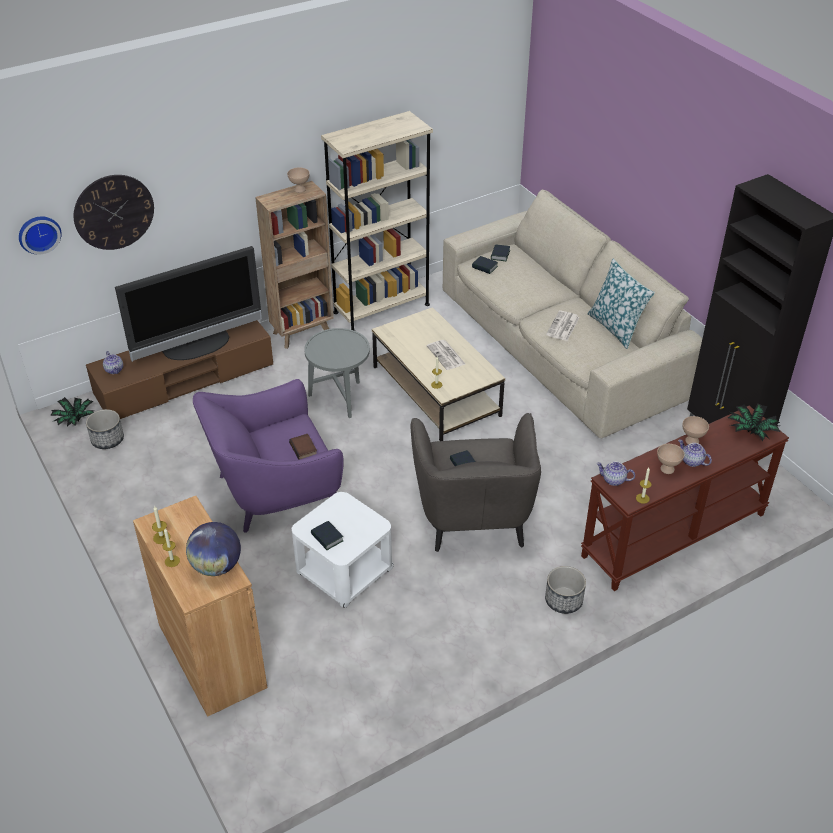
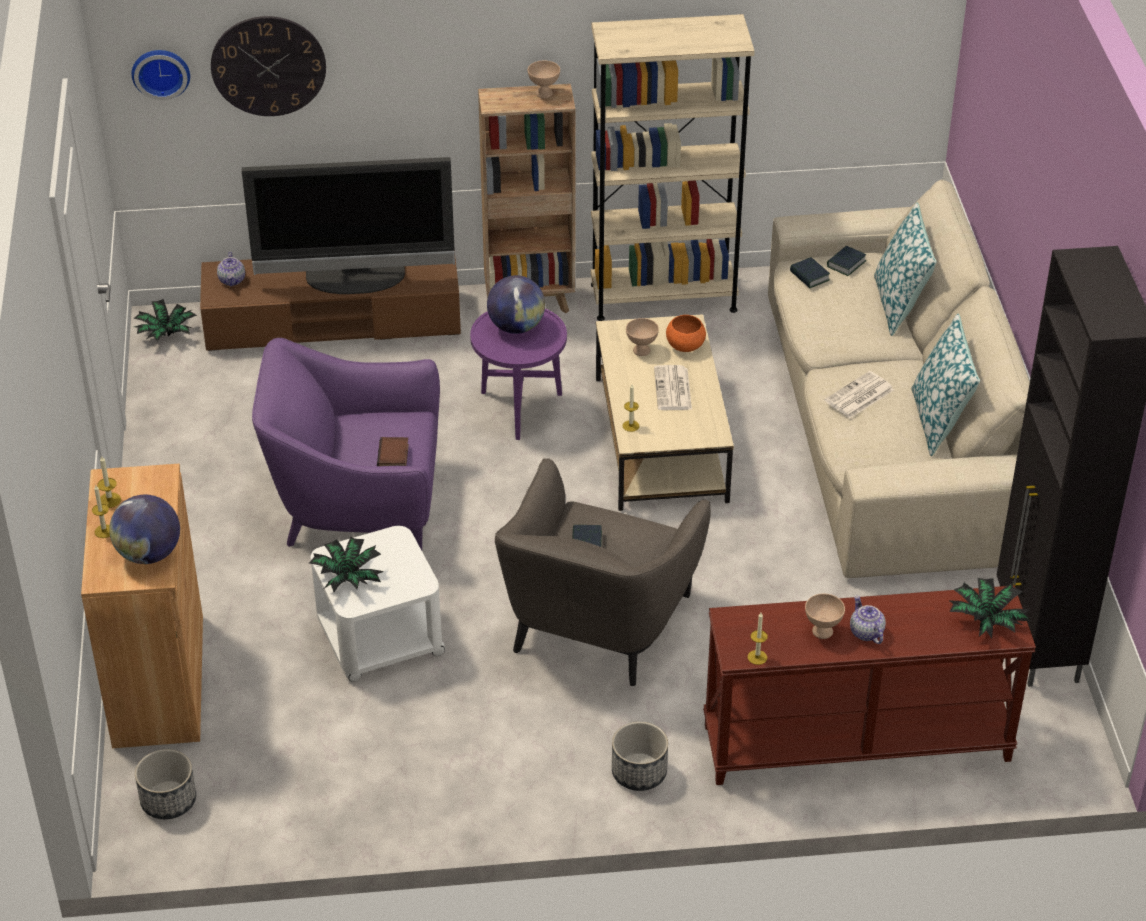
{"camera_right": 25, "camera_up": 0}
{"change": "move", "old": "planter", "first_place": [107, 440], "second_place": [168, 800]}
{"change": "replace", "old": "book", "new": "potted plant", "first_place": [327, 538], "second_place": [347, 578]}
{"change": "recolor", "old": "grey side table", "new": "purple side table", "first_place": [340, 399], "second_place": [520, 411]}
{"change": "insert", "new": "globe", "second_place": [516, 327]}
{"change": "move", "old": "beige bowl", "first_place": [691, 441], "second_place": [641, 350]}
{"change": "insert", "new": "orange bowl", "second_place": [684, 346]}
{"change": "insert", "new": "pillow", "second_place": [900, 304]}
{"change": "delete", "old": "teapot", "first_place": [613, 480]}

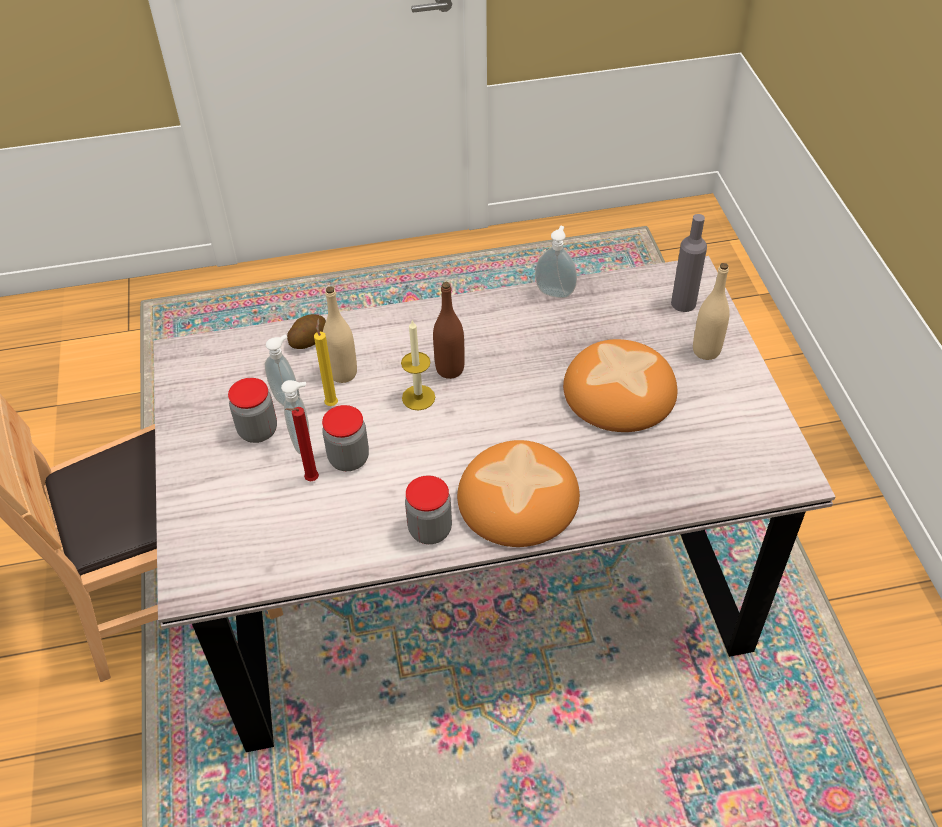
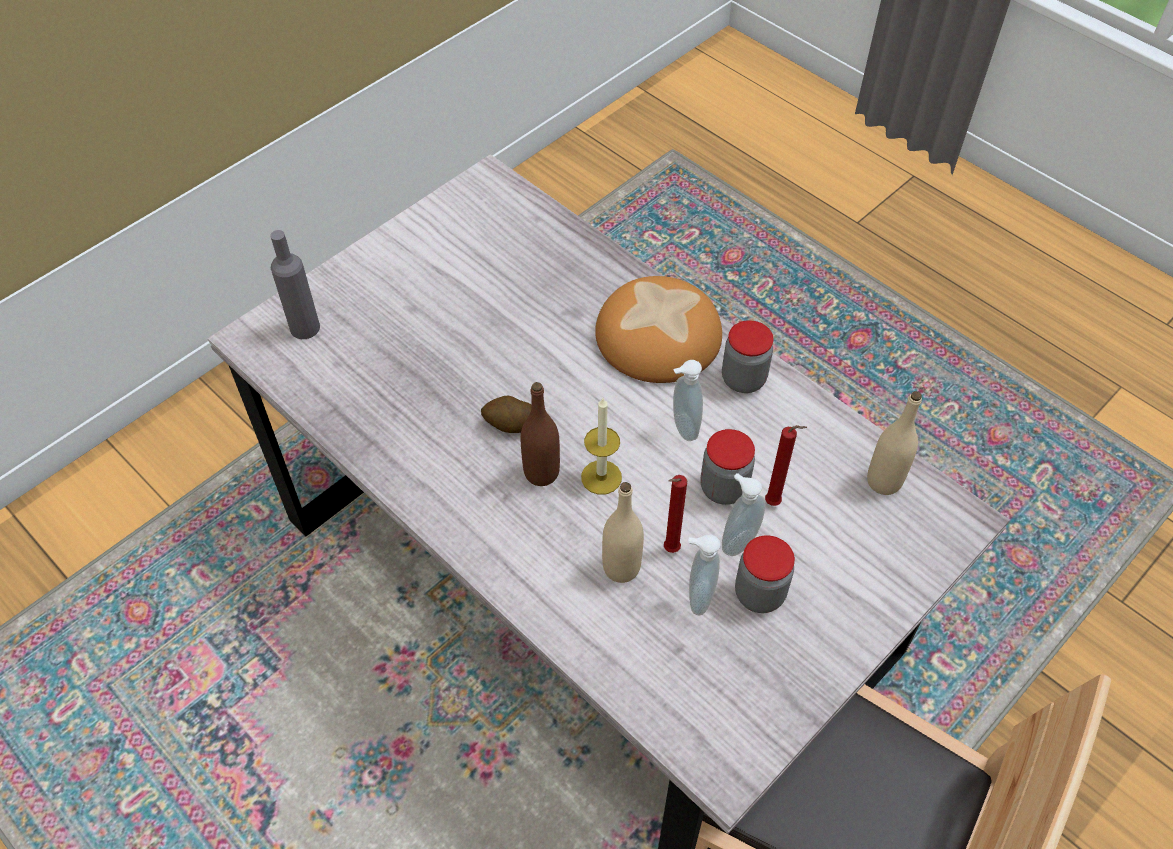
{"camera_right": -125, "camera_up": 5}
{"change": "move", "old": "potato", "first_place": [308, 340], "second_place": [510, 424]}
{"change": "recolor", "old": "yellow candle", "new": "red candle", "first_place": [332, 403], "second_place": [669, 550]}
{"change": "move", "old": "soap dispenser", "first_place": [555, 292], "second_place": [682, 427]}
{"change": "move", "old": "beige bottle", "first_place": [706, 351], "second_place": [884, 481]}
{"change": "delete", "old": "bread", "first_place": [620, 392]}

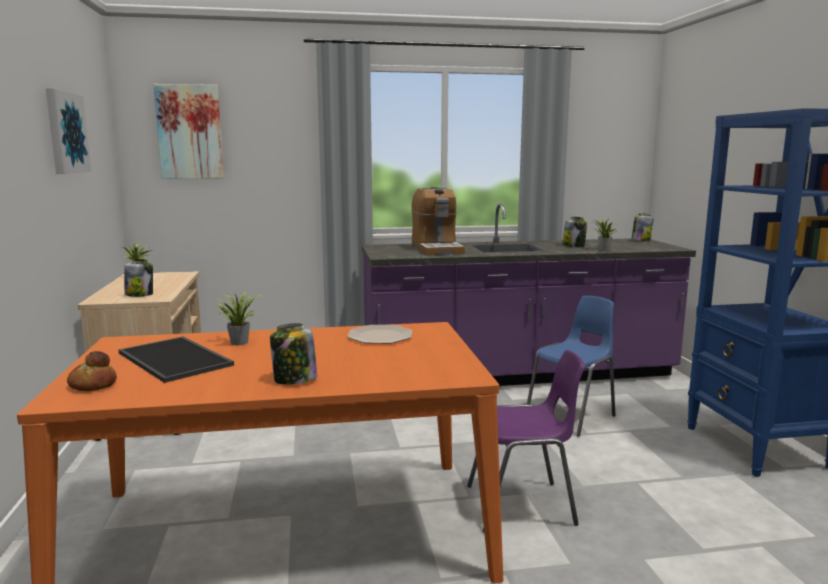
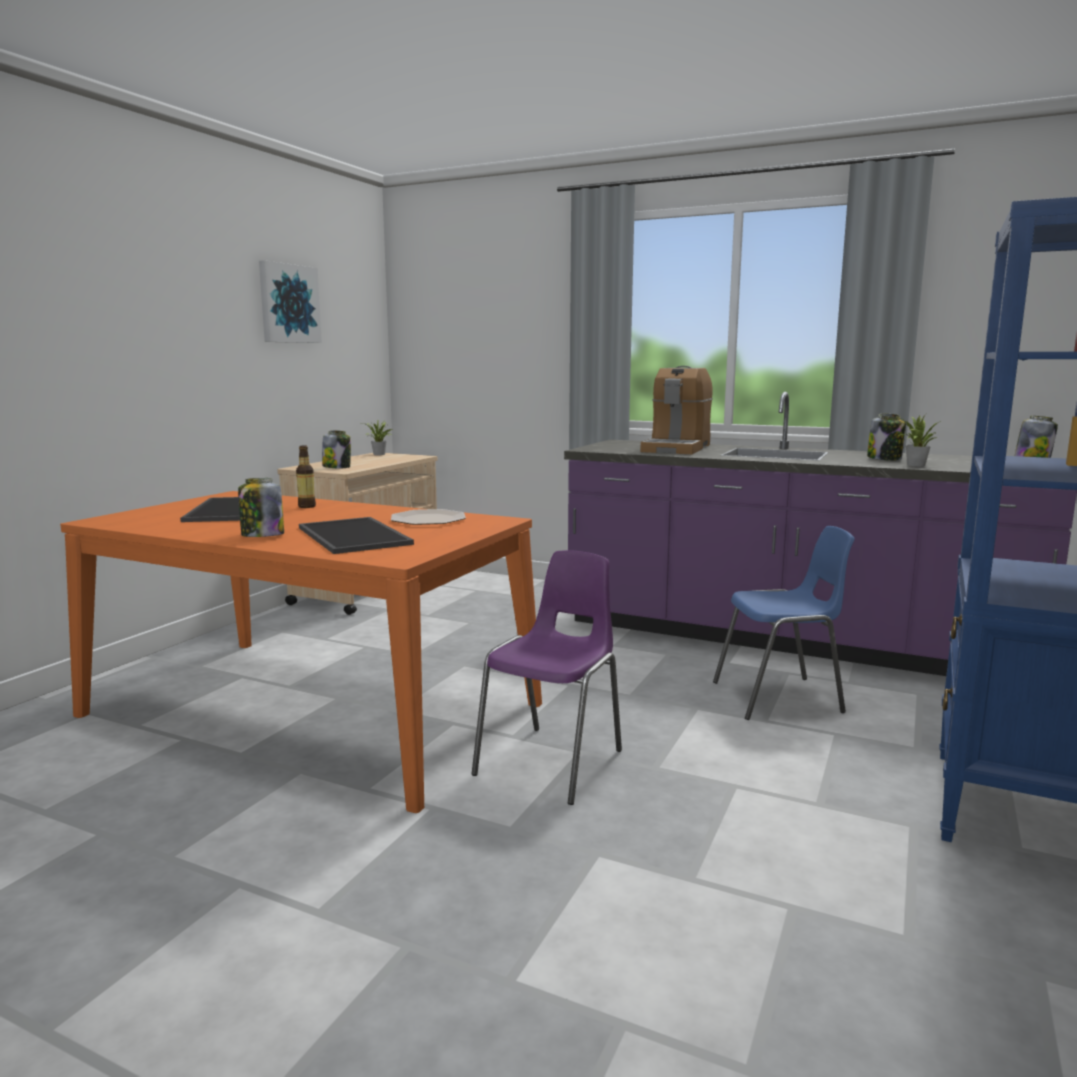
{"camera_right": 35, "camera_up": 0}
{"change": "replace", "old": "potted plant", "new": "bottle", "first_place": [238, 342], "second_place": [307, 506]}
{"change": "insert", "new": "tray", "second_place": [356, 536]}
{"change": "rotate", "old": "purple chair", "first_place": [523, 506], "second_place": [553, 762], "degrees": -90}
{"change": "delete", "old": "bread", "first_place": [92, 385]}
{"change": "delete", "old": "picture", "first_place": [190, 132]}

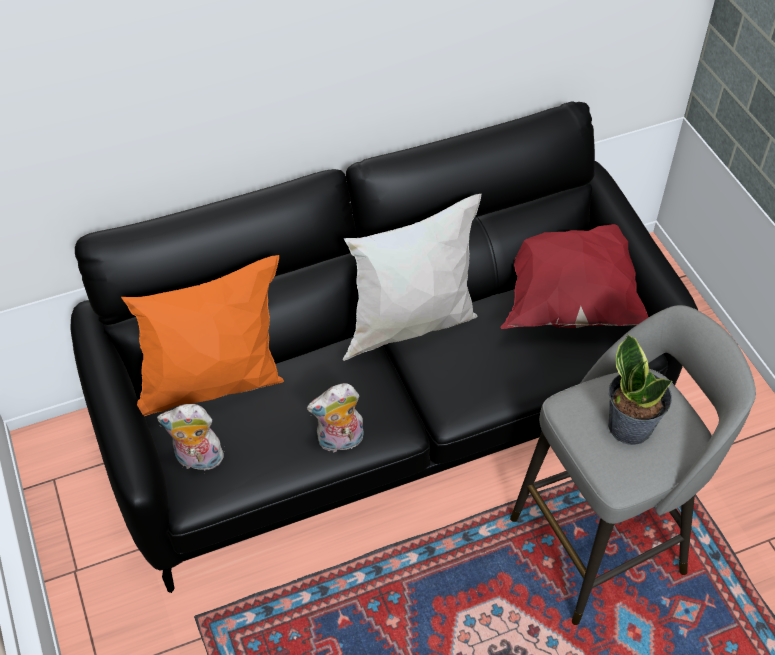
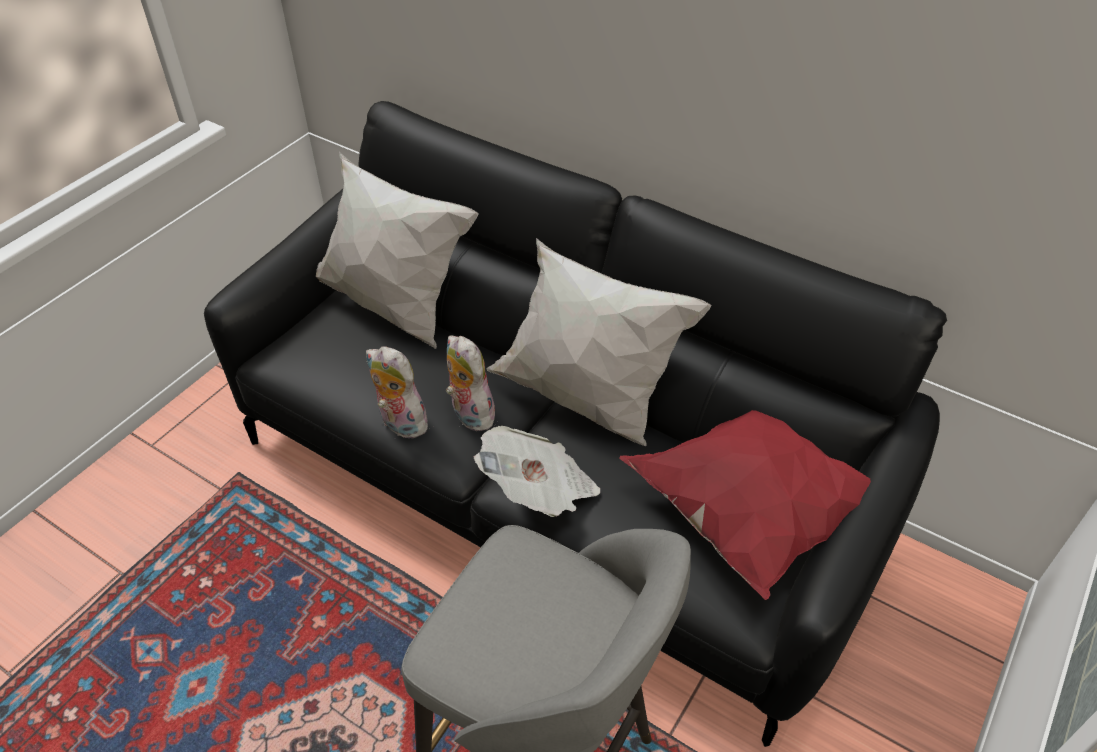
{"camera_right": 55, "camera_up": -5}
{"change": "recolor", "old": "orange pillow", "new": "white pillow", "first_place": [213, 386], "second_place": [394, 309]}
{"change": "move", "old": "plush toy", "first_place": [197, 460], "second_place": [469, 413]}
{"change": "insert", "new": "newspaper", "second_place": [539, 490]}
{"change": "delete", "old": "potted plant", "first_place": [630, 426]}

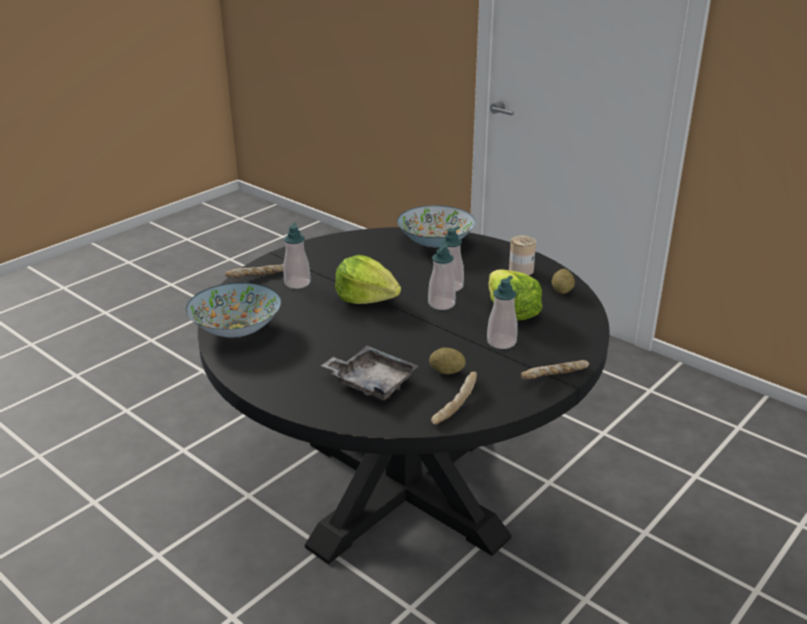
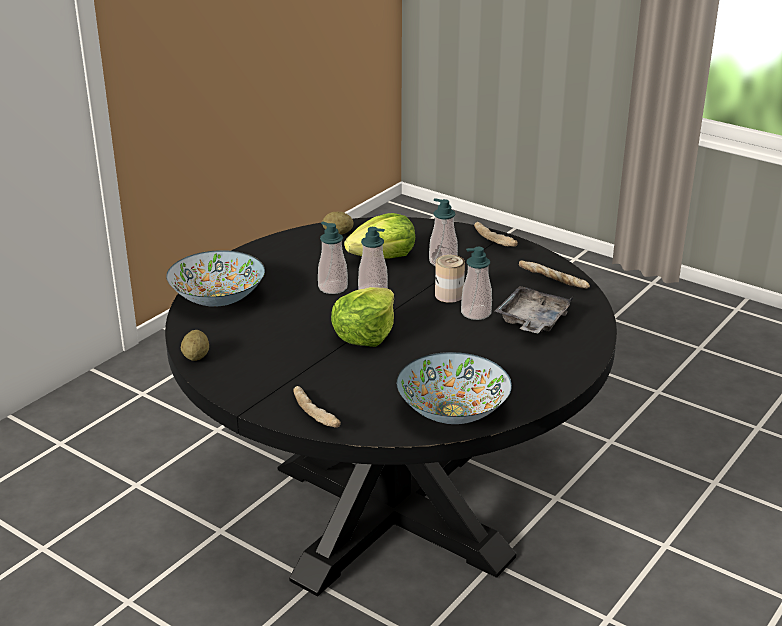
{"camera_right": -95, "camera_up": 0}
{"change": "move", "old": "potato", "first_place": [447, 371], "second_place": [196, 357]}
{"change": "move", "old": "can", "first_place": [521, 270], "second_place": [449, 295]}
{"change": "move", "old": "soap dispenser", "first_place": [297, 283], "second_place": [476, 313]}

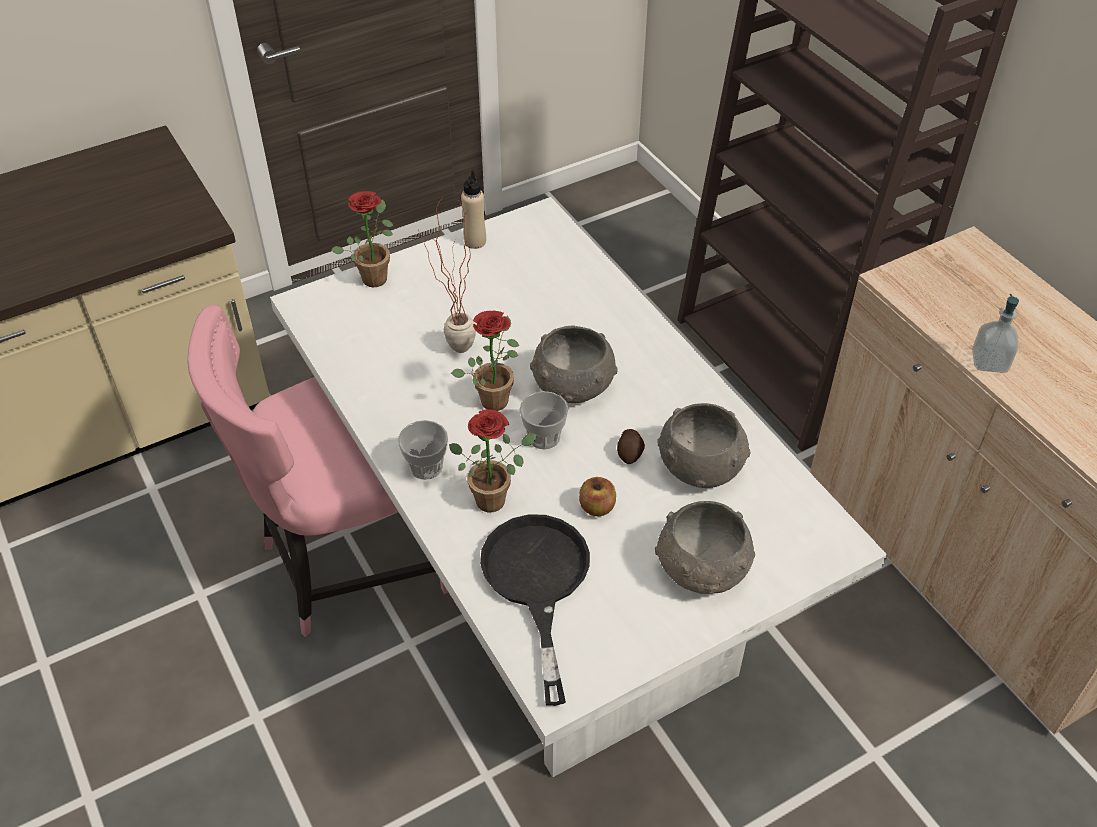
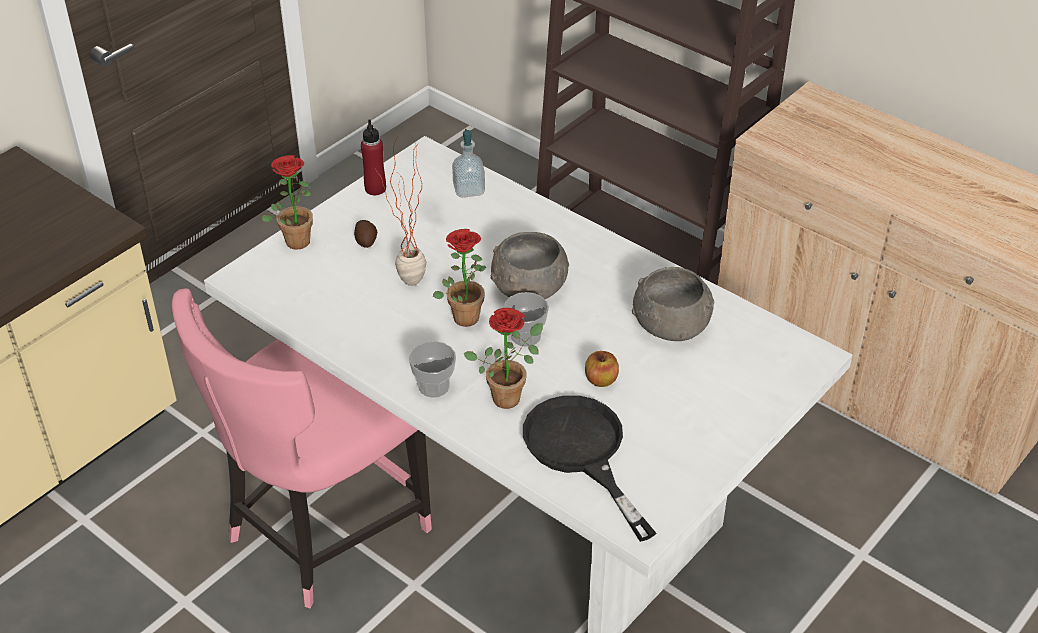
{"camera_right": -20, "camera_up": -5}
{"change": "move", "old": "potato", "first_place": [630, 453], "second_place": [366, 240]}
{"change": "recolor", "old": "beige bottle", "new": "red bottle", "first_place": [475, 241], "second_place": [375, 189]}
{"change": "move", "old": "soap dispenser", "first_place": [989, 362], "second_place": [469, 189]}
{"change": "delete", "old": "grey bowl", "first_place": [702, 569]}

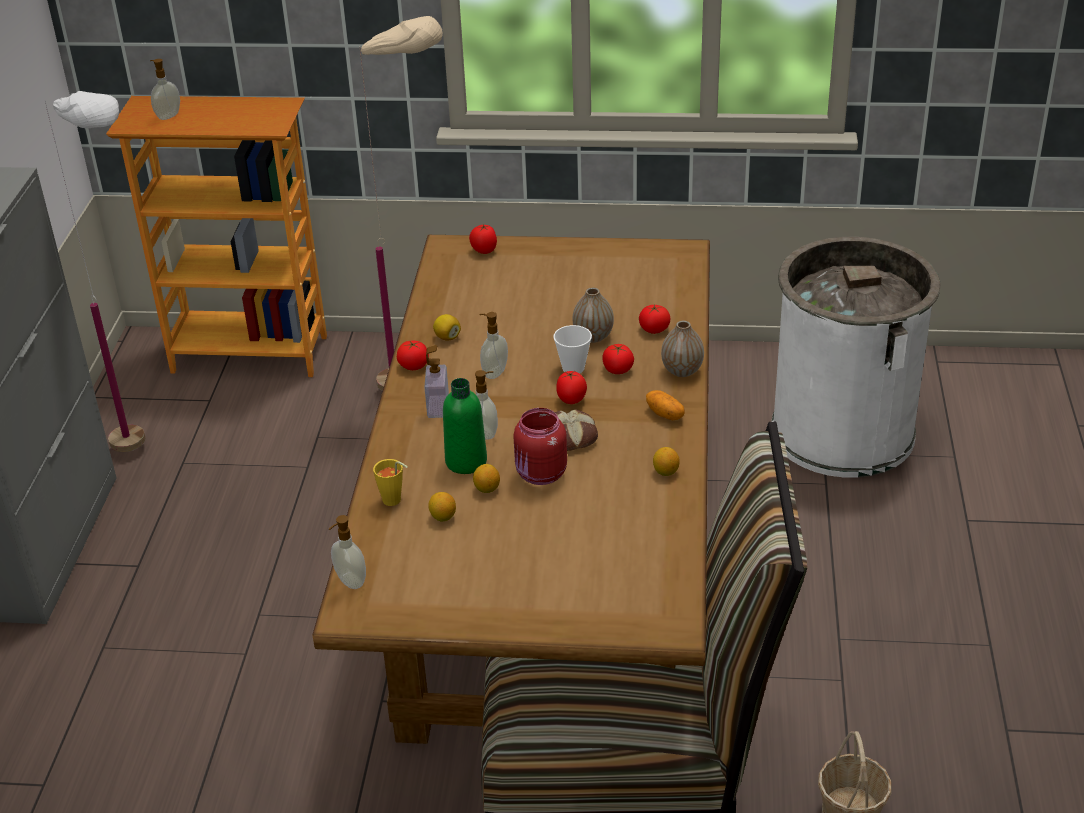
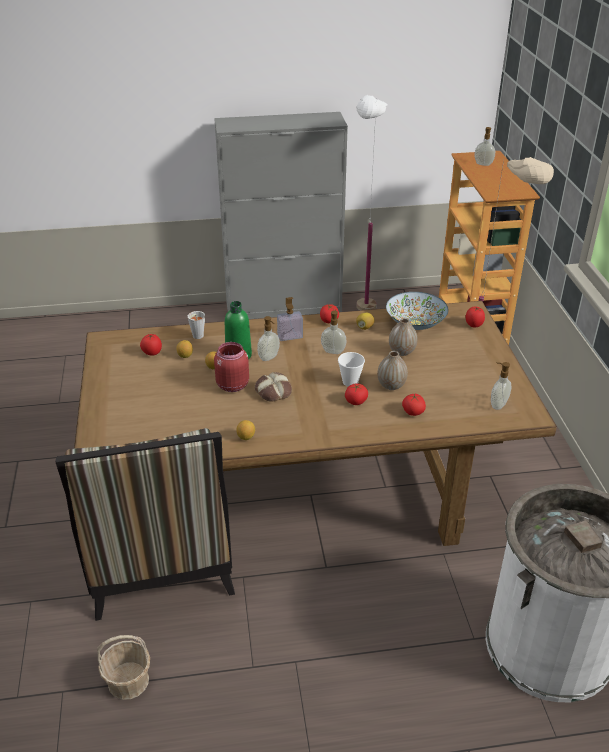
{"camera_right": 75, "camera_up": 0}
{"change": "move", "old": "tomato", "first_place": [571, 400], "second_place": [152, 353]}
{"change": "recolor", "old": "yellow cup", "new": "grey cup", "first_place": [394, 502], "second_place": [196, 337]}
{"change": "insert", "new": "bowl", "second_place": [415, 323]}
{"change": "move", "old": "vase", "first_place": [682, 371], "second_place": [402, 351]}
{"change": "move", "old": "soap dispenser", "first_place": [350, 581], "second_place": [497, 404]}
{"change": "delete", "old": "potato", "first_place": [665, 414]}

